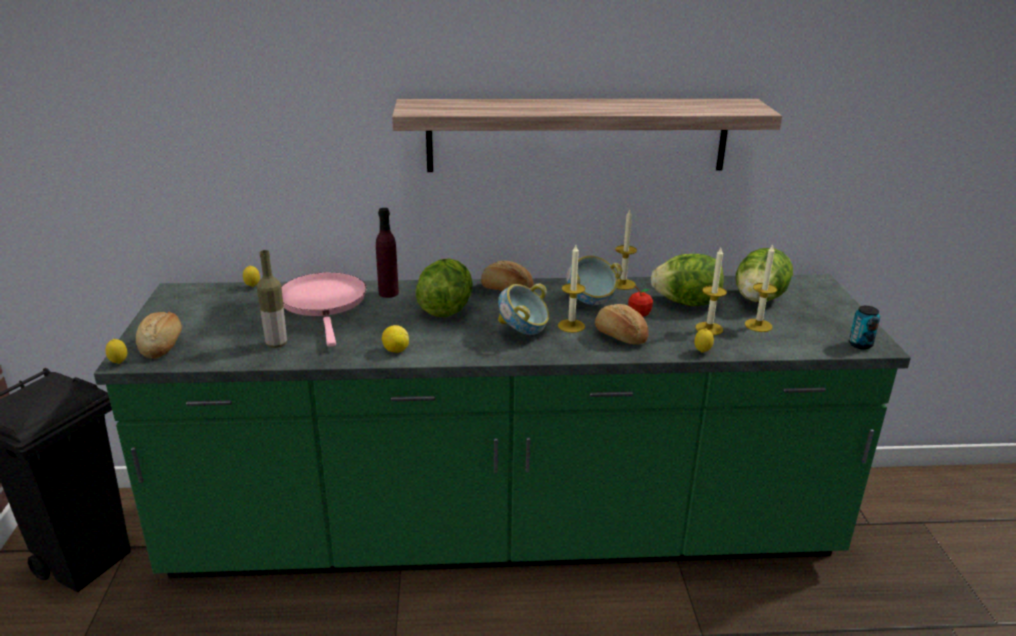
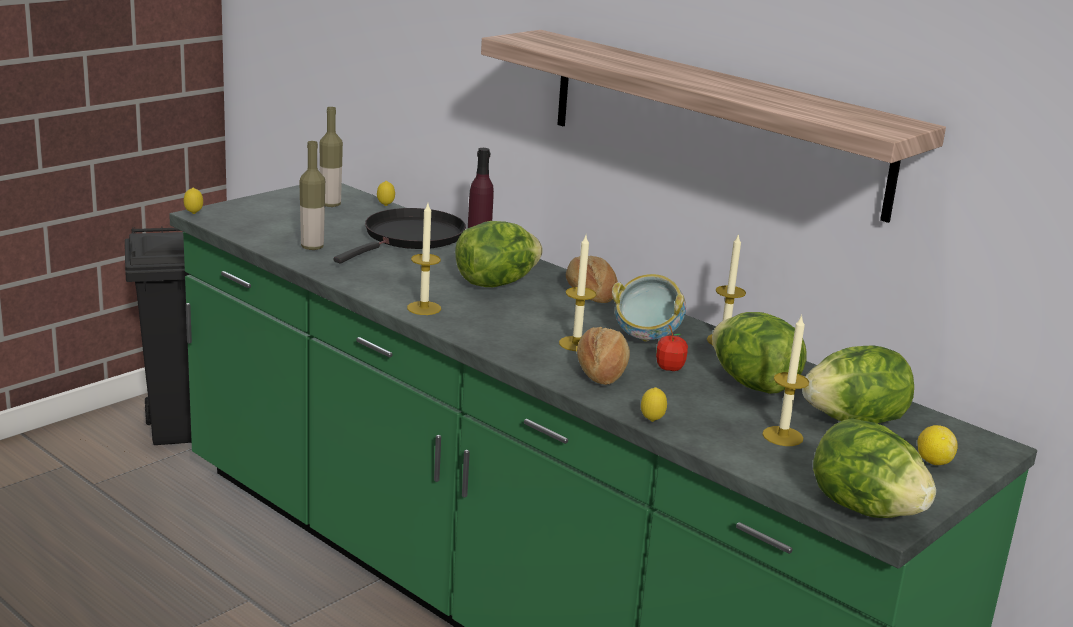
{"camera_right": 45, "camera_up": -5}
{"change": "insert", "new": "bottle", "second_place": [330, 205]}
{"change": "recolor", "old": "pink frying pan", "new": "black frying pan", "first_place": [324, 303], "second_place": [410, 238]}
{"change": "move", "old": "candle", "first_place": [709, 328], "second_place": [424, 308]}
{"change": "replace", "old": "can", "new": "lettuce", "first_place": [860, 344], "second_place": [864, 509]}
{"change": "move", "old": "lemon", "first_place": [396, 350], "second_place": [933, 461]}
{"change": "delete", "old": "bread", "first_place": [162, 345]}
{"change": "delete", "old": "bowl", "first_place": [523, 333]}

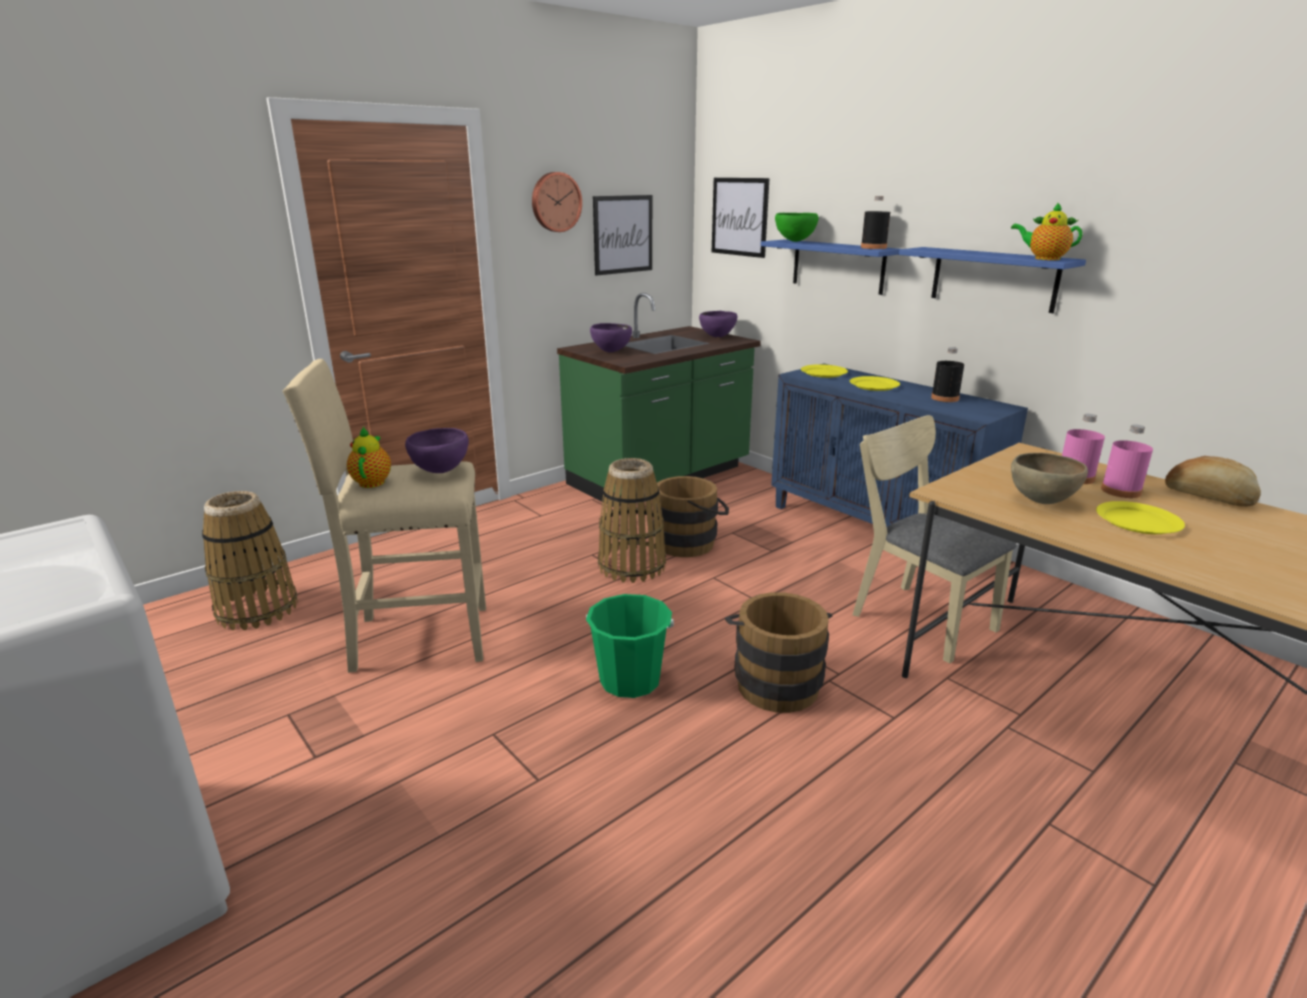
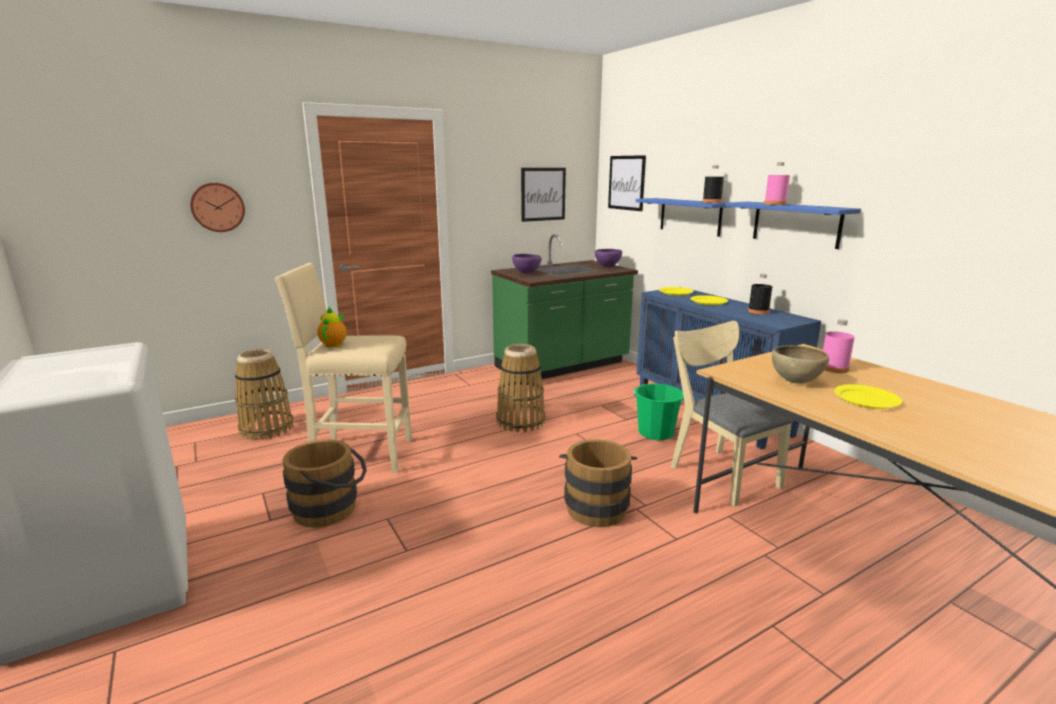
{"camera_right": 10, "camera_up": -5}
{"change": "move", "old": "wall clock", "first_place": [555, 202], "second_place": [217, 207]}
{"change": "move", "old": "brown bucket", "first_place": [690, 543], "second_place": [331, 509]}
{"change": "move", "old": "green bucket", "first_place": [630, 680], "second_place": [656, 433]}
{"change": "move", "old": "pink bottle", "first_place": [1120, 491], "second_place": [775, 204]}
{"change": "delete", "old": "purple bowl", "first_place": [441, 471]}
{"change": "delete", "old": "green bowl", "first_place": [794, 241]}
{"change": "delete", "old": "teapot", "first_place": [1044, 258]}
{"change": "delete", "old": "bread", "first_place": [1208, 497]}

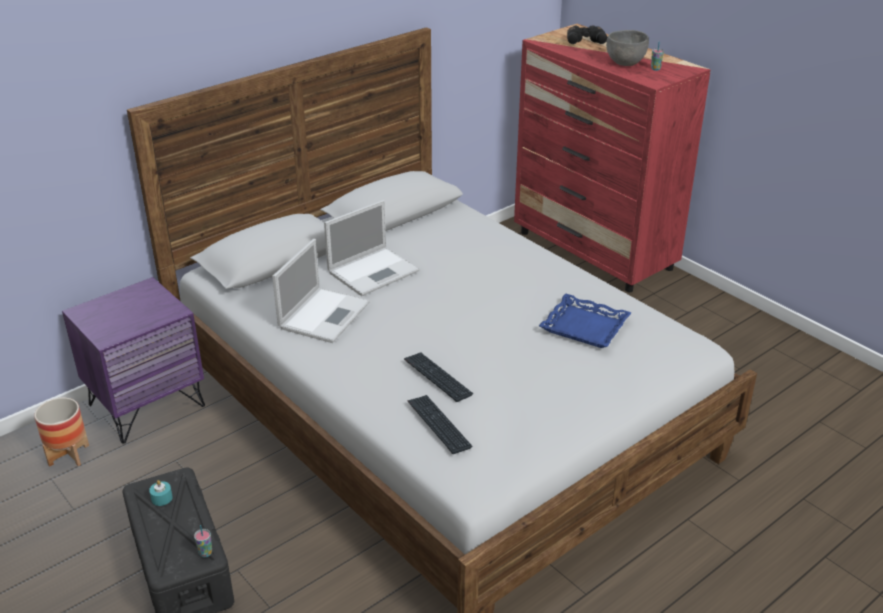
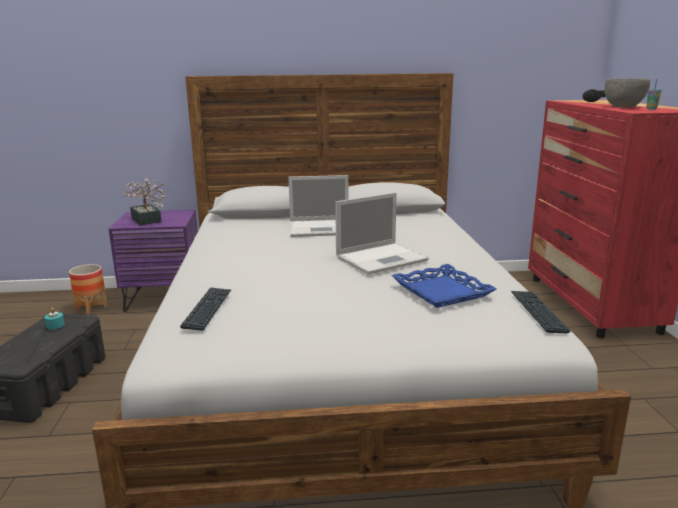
{"camera_right": 35, "camera_up": -15}
{"change": "insert", "new": "potted plant", "second_place": [147, 221]}
{"change": "move", "old": "laptop", "first_place": [325, 314], "second_place": [382, 258]}
{"change": "move", "old": "keyboard", "first_place": [437, 377], "second_place": [538, 312]}
{"change": "delete", "old": "cup", "first_place": [205, 553]}

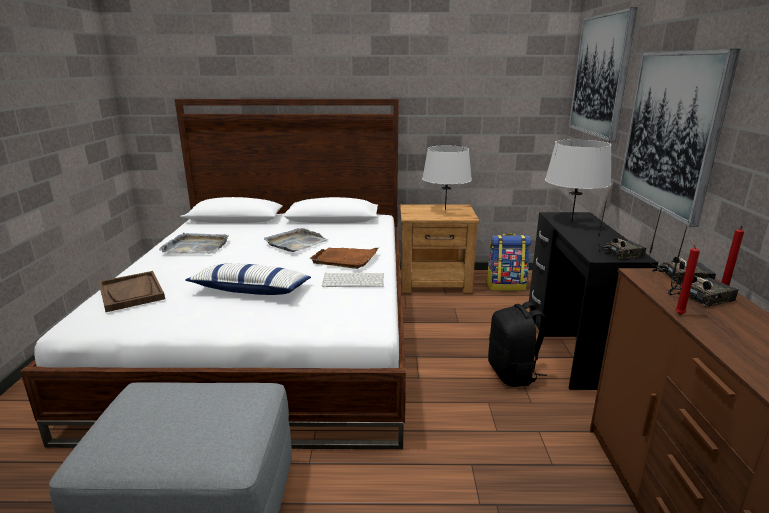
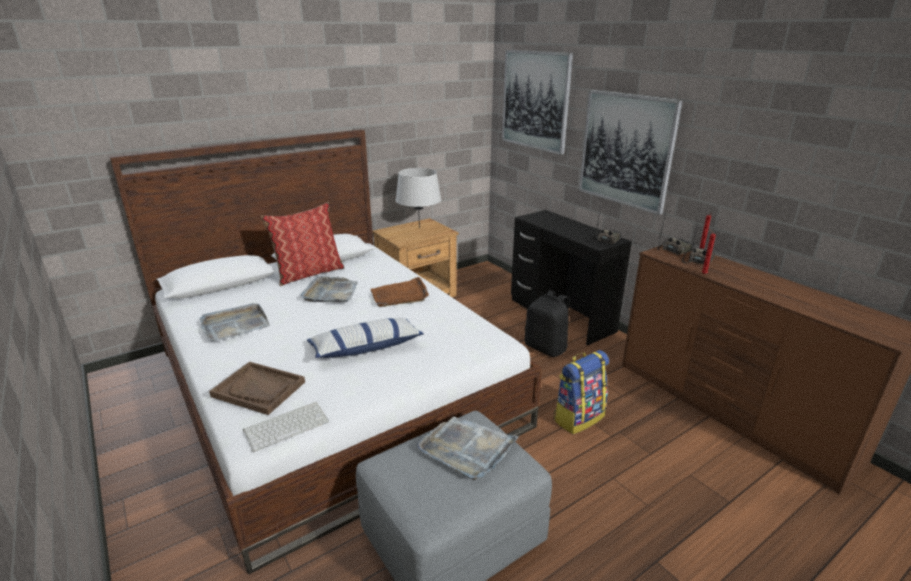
{"camera_right": -35, "camera_up": 5}
{"change": "move", "old": "keyboard", "first_place": [354, 280], "second_place": [287, 425]}
{"change": "insert", "new": "pillow", "second_place": [308, 273]}
{"change": "insert", "new": "grey tray", "second_place": [467, 449]}
{"change": "move", "old": "backpack", "first_place": [506, 286], "second_place": [578, 417]}
{"change": "delete", "old": "grey table lamp", "first_place": [571, 221]}

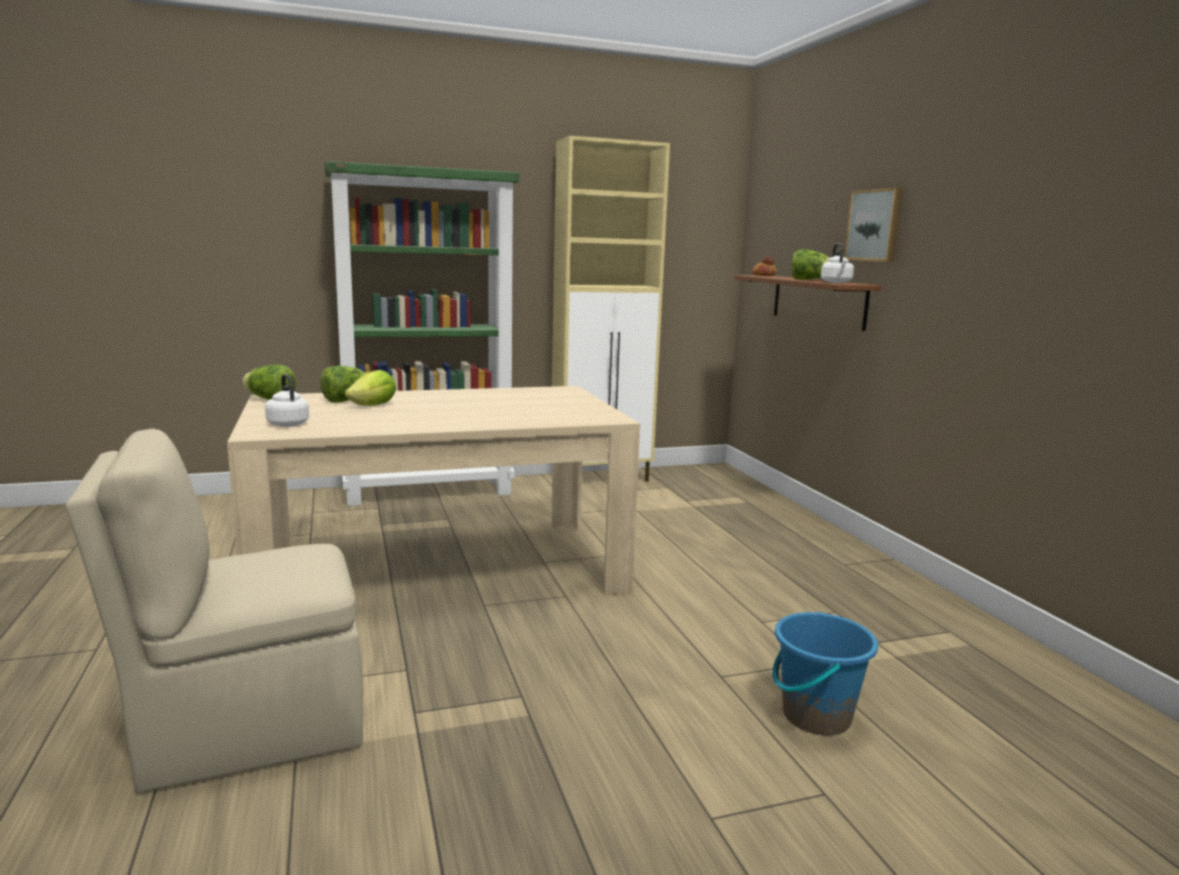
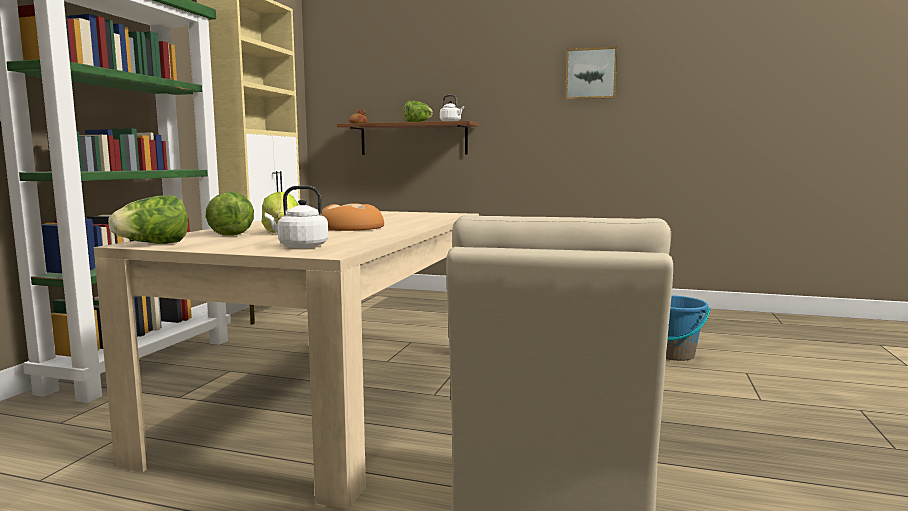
{"camera_right": -55, "camera_up": -5}
{"change": "insert", "new": "bread", "second_place": [350, 228]}
{"change": "move", "old": "picture", "first_place": [875, 225], "second_place": [591, 74]}

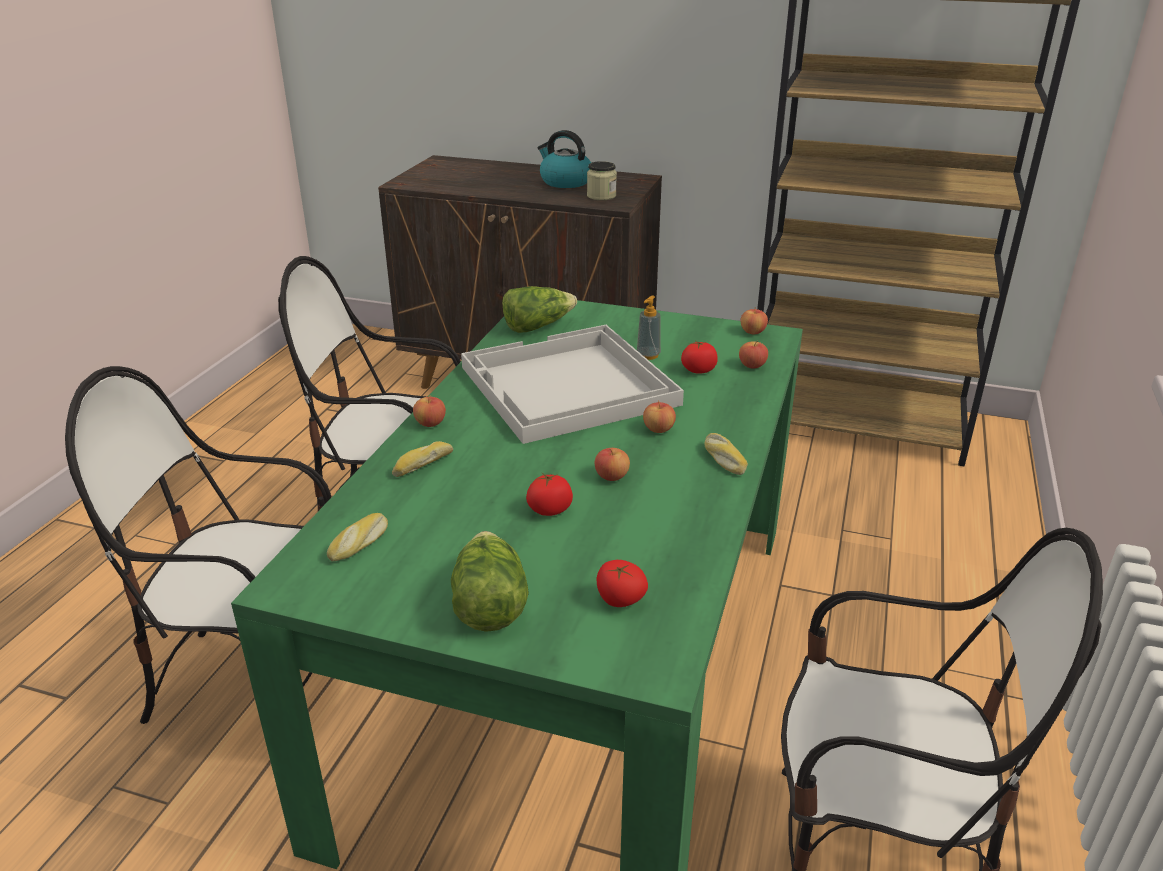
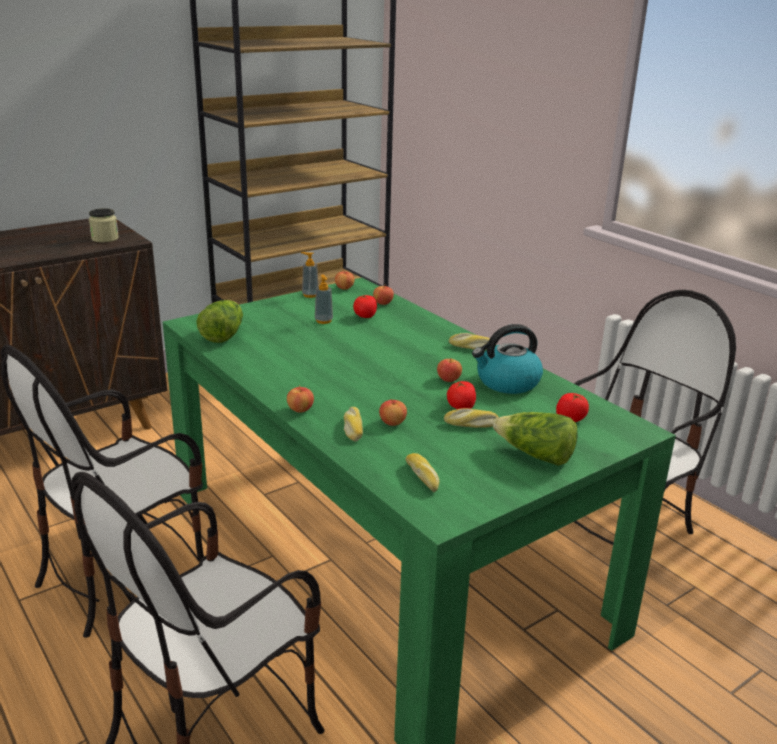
{"camera_right": -55, "camera_up": -5}
{"change": "insert", "new": "soap dispenser", "second_place": [310, 295]}
{"change": "move", "old": "apple", "first_place": [658, 429], "second_place": [392, 423]}
{"change": "insert", "new": "bread", "second_place": [471, 424]}
{"change": "move", "old": "kettle", "first_place": [565, 182], "second_place": [507, 382]}
{"change": "delete", "old": "white tray", "first_place": [567, 387]}

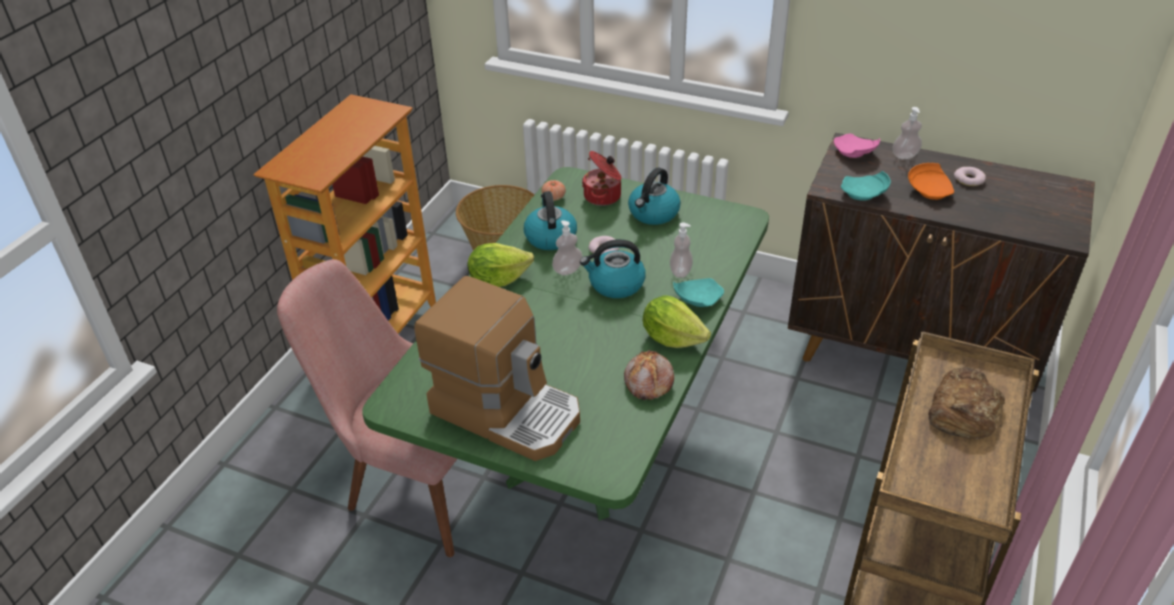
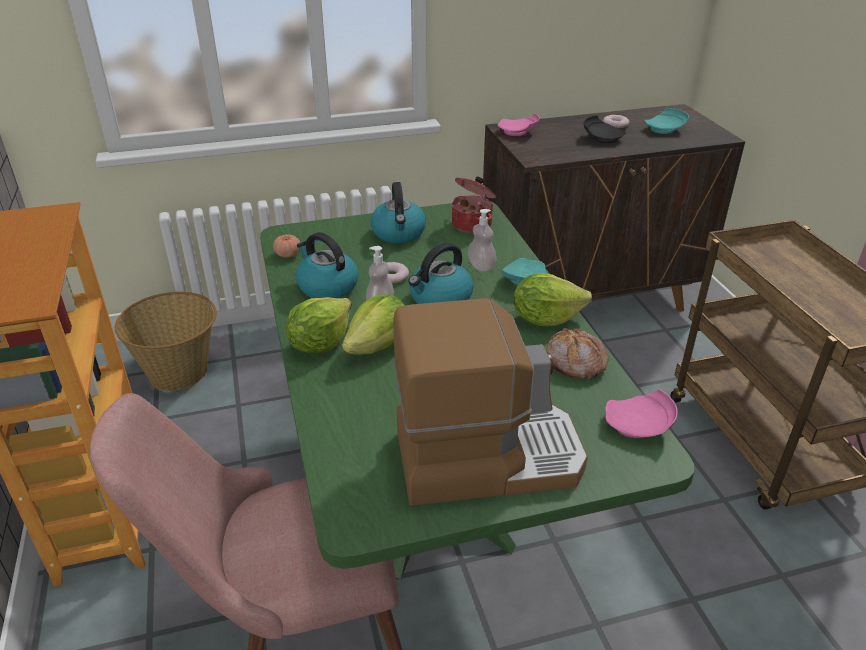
{"camera_right": -40, "camera_up": -5}
{"change": "insert", "new": "lettuce", "second_place": [378, 346]}
{"change": "move", "old": "cooking pot", "first_place": [603, 196], "second_place": [472, 224]}
{"change": "recolor", "old": "orange plate", "new": "black plate", "first_place": [930, 190], "second_place": [602, 138]}
{"change": "insert", "new": "pink plate", "second_place": [639, 426]}
{"change": "move", "old": "turquoise plate", "first_place": [864, 194], "second_place": [665, 129]}
{"change": "delete", "old": "soap dispenser", "first_place": [904, 155]}
{"change": "delete", "old": "bread", "first_place": [963, 410]}

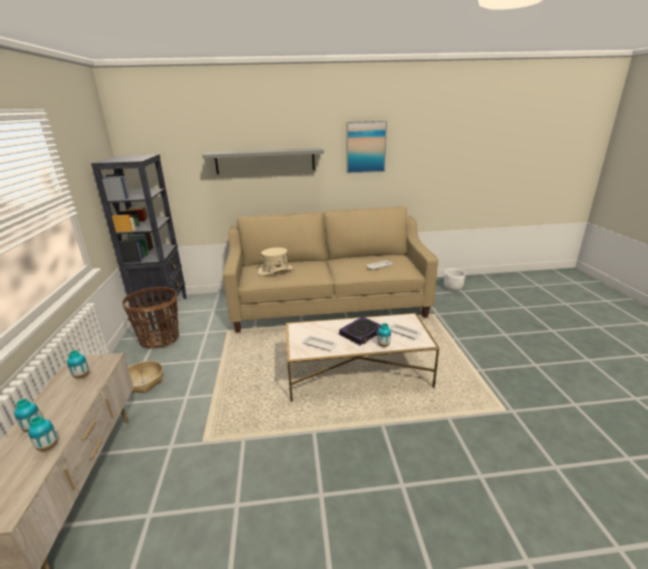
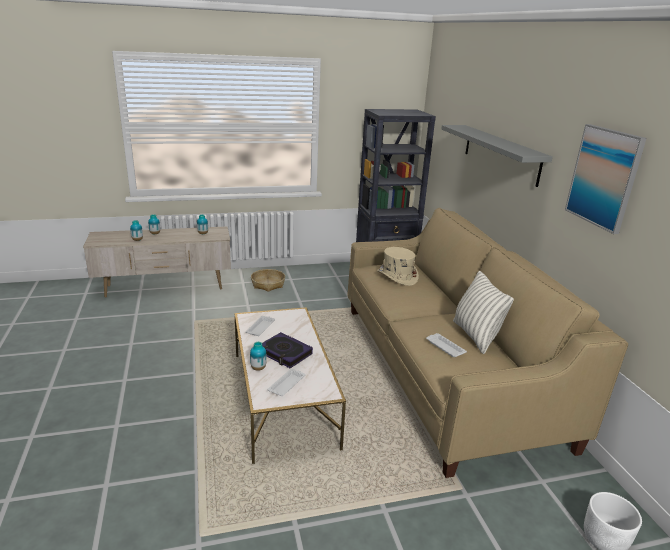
{"camera_right": 80, "camera_up": 0}
{"change": "insert", "new": "pillow", "second_place": [475, 336]}
{"change": "delete", "old": "basket", "first_place": [160, 339]}

